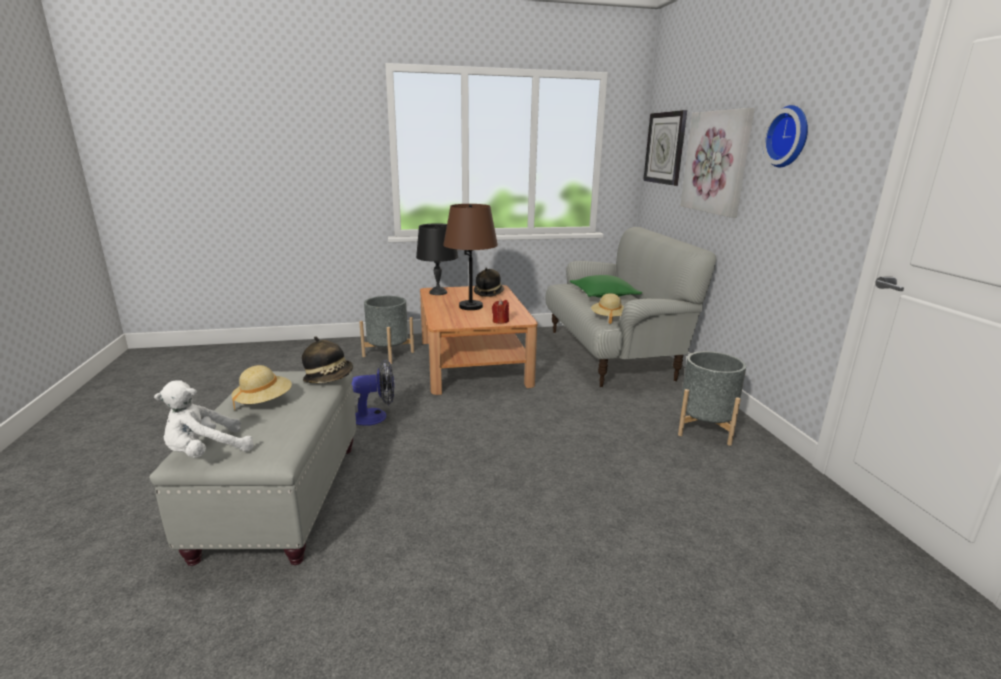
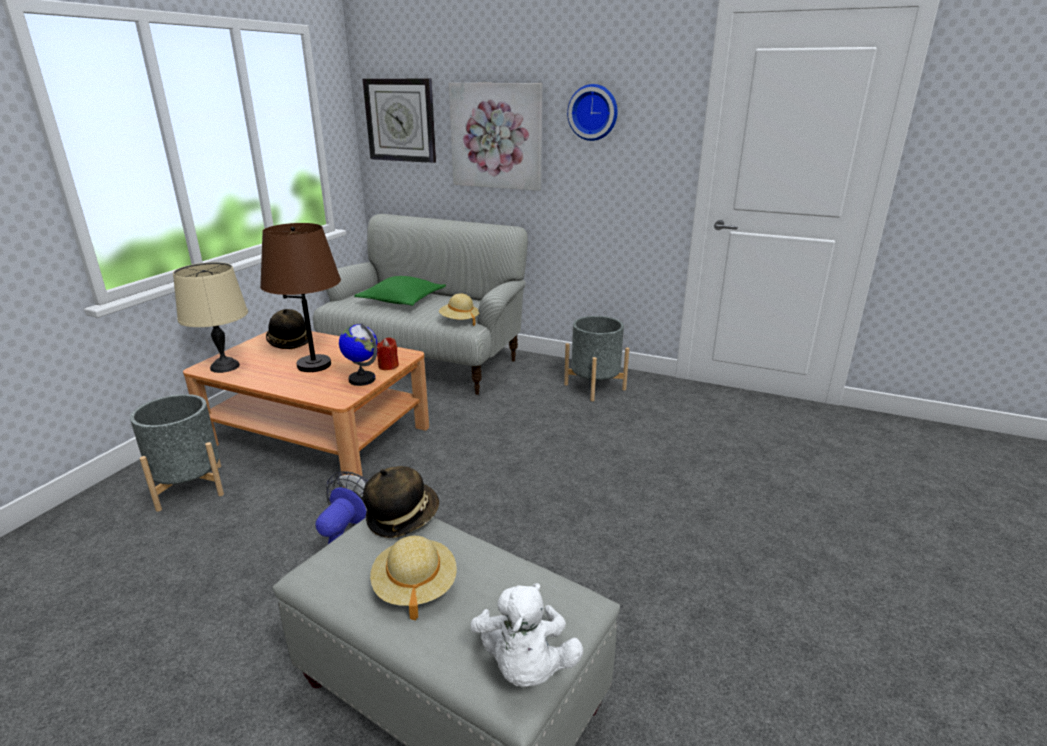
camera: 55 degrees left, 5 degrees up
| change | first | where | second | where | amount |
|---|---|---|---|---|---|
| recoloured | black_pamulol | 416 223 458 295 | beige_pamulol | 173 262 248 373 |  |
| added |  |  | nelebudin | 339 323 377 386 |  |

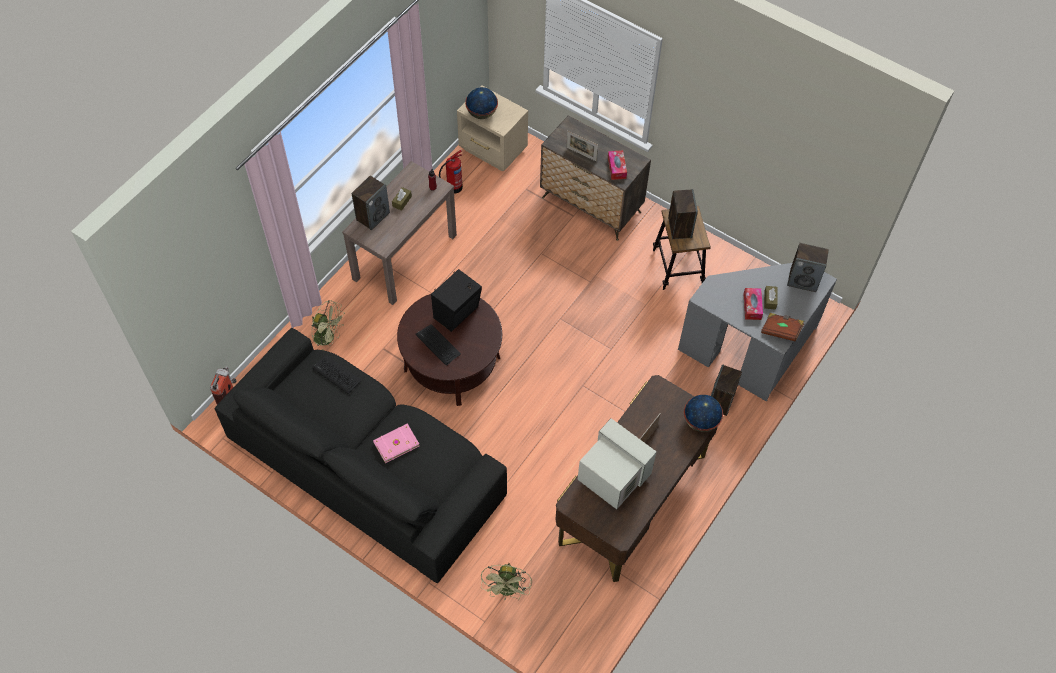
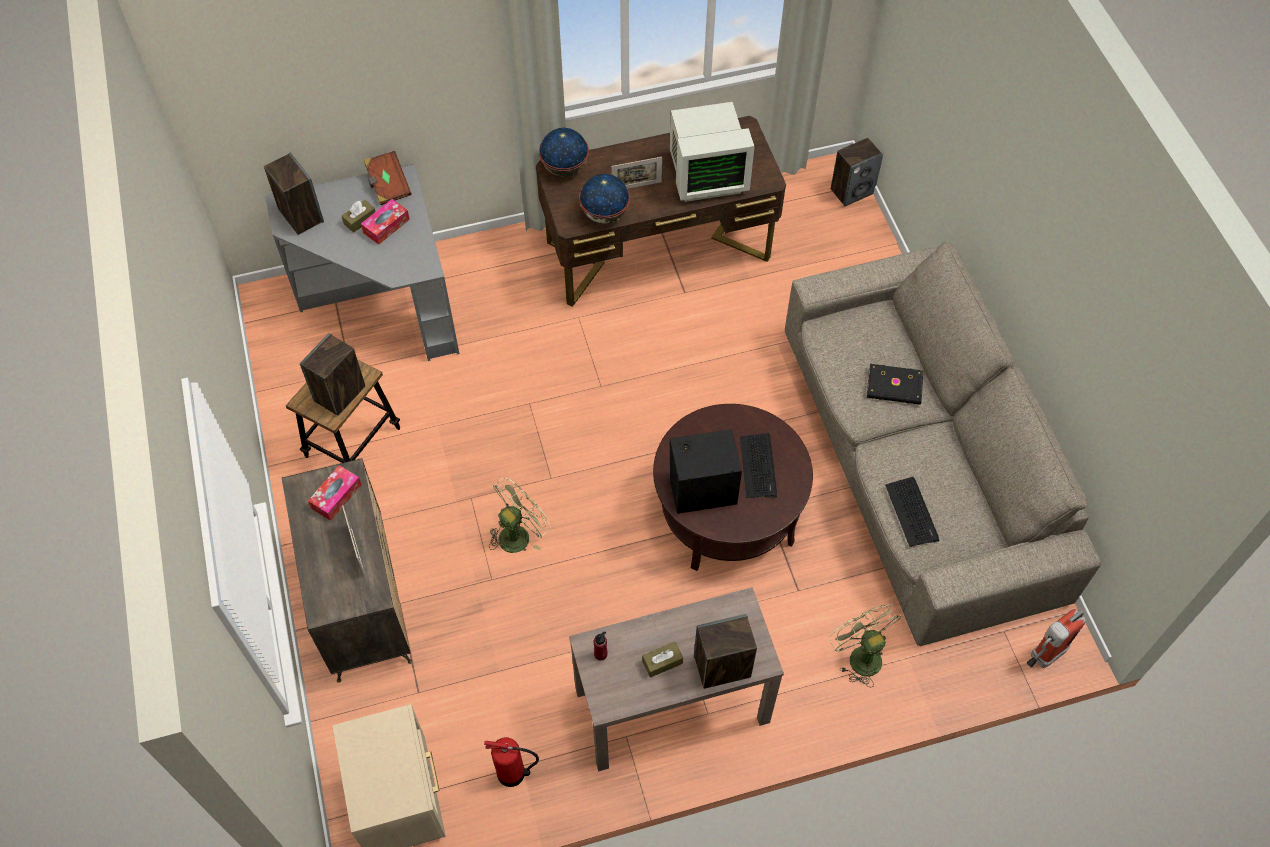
camera: 140 degrees left, 0 degrees up
| change | first | where | second | where | amount |
|---|---|---|---|---|---|
| moved | nelebudin | 465 87 498 119 |  | 579 174 630 223 |  |
| recoloured | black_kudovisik | 214 328 507 583 | beige_kudovisik | 785 242 1101 646 |  |
| moved | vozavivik | 711 364 742 416 |  | 831 138 883 207 |  |
| turned | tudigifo | 577 418 657 509 |  | 669 102 755 202 | 90 degrees counterclockwise |
| recoloured | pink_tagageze | 373 424 419 463 | black_tagageze | 867 364 923 405 |  |
| moved | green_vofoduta | 481 563 532 599 |  | 489 477 551 553 |  |

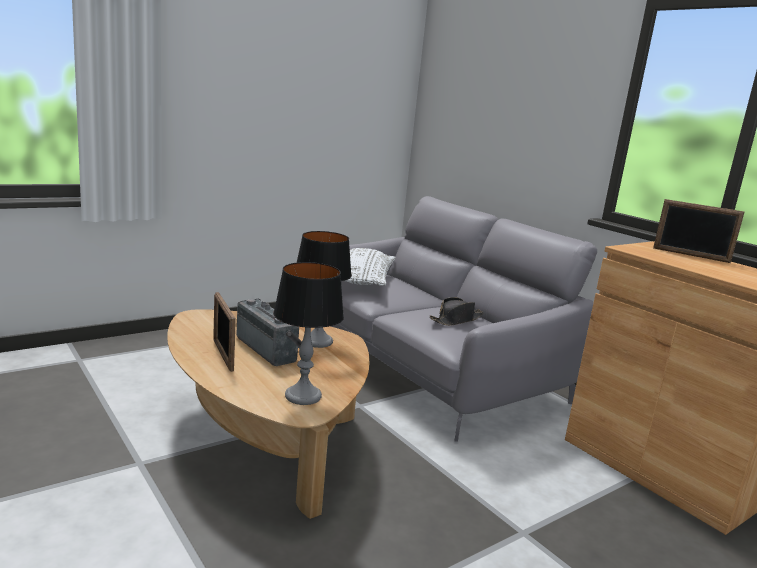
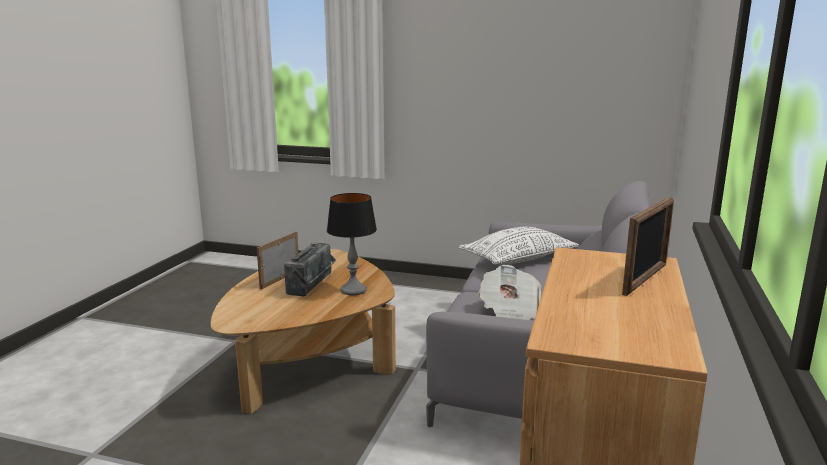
camera: 55 degrees right, 0 degrees up
| change | first | where | second | where | amount |
|---|---|---|---|---|---|
| turned | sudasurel | 653 199 745 263 |  | 622 197 674 296 | 135 degrees counterclockwise |
| removed | pamulol | 273 262 344 405 |  |  |  |
| replaced | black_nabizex | 430 297 483 326 | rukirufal | 478 265 541 320 |  |

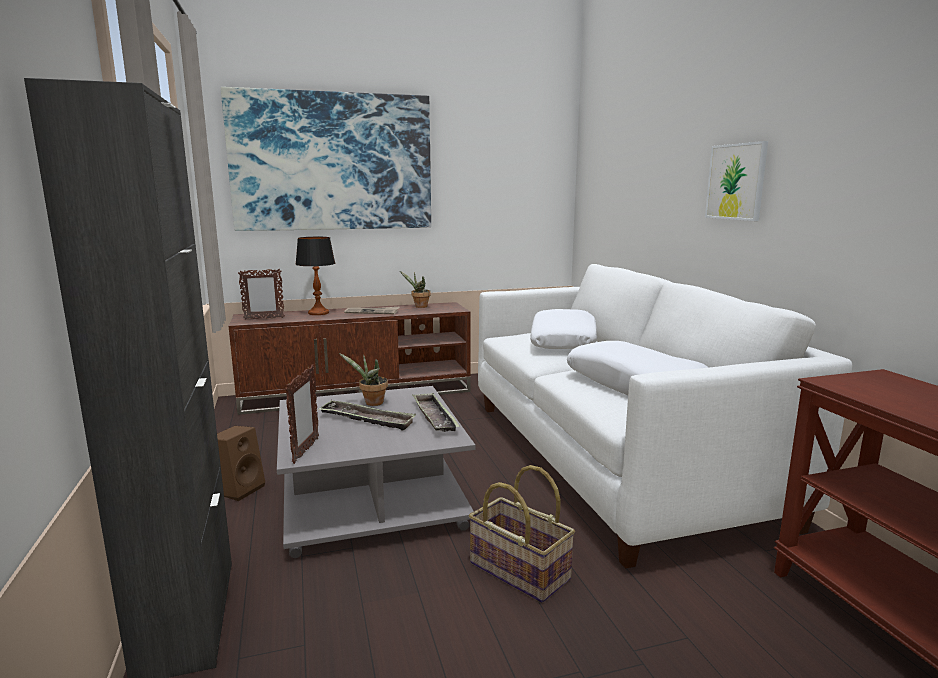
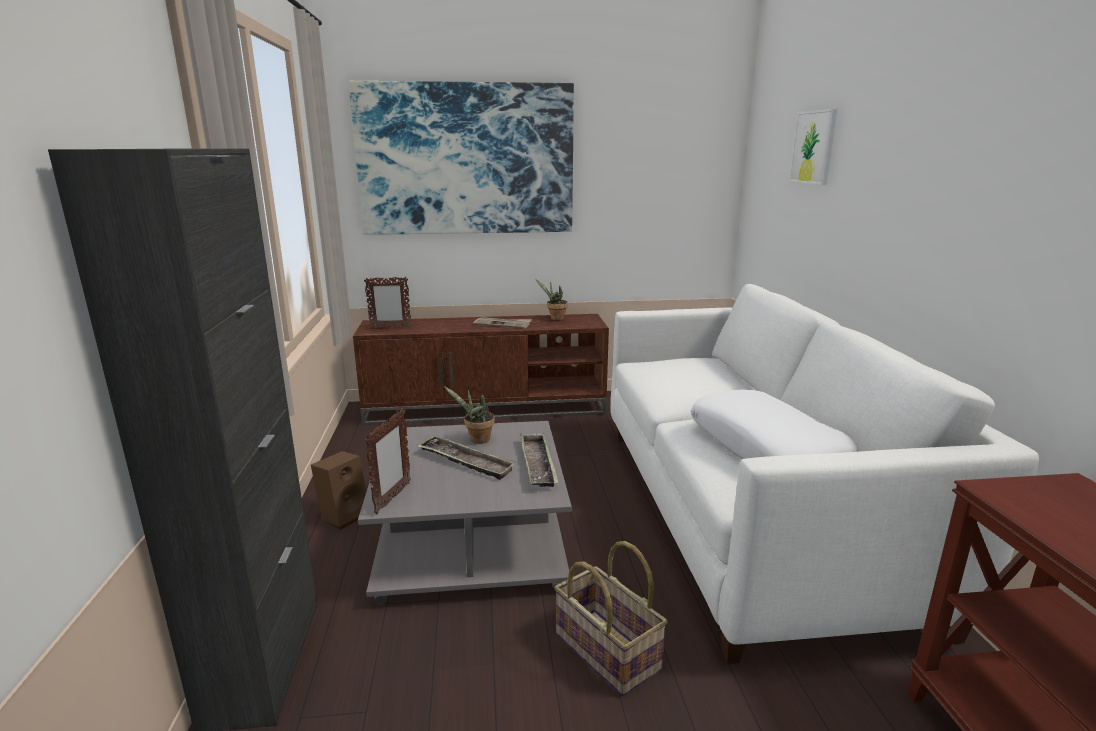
camera: 10 degrees right, 5 degrees up
| change | first | where | second | where | amount |
|---|---|---|---|---|---|
| moved | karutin | 705 141 768 221 |  | 789 109 838 185 |  |
| removed | pamulol | 295 237 335 315 |  |  |  |
| removed | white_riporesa | 530 309 597 349 |  |  |  |

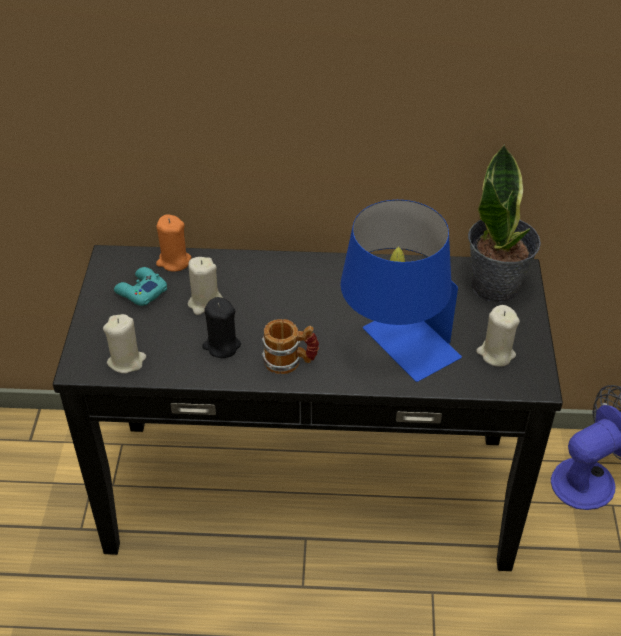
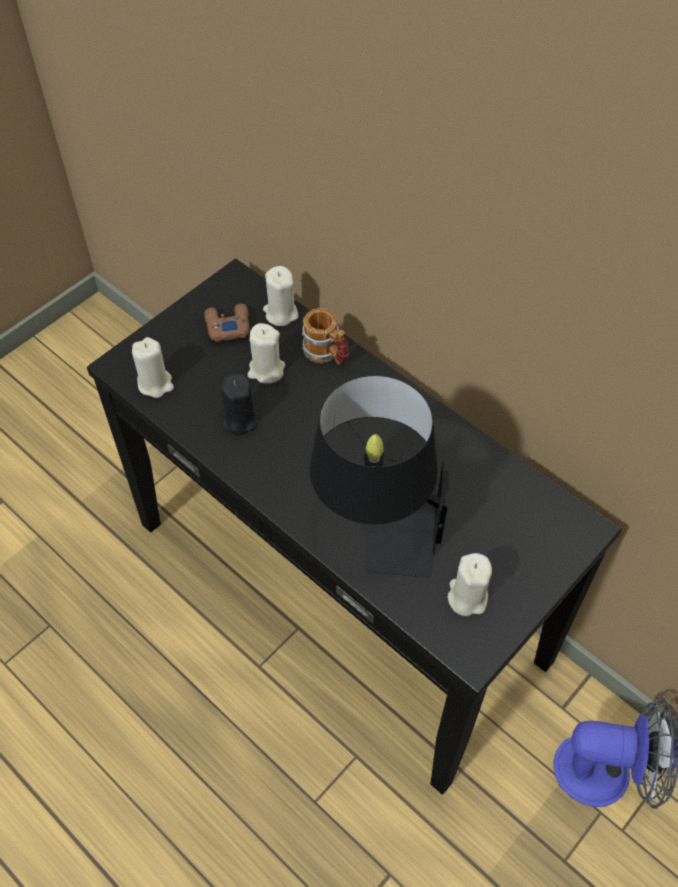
camera: 40 degrees right, 10 degrees up
| change | first | where | second | where | amount |
|---|---|---|---|---|---|
| removed | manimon | 468 144 541 302 |  |  |  |
| recoloured | blue_pamulol | 341 200 462 382 | black_pamulol | 309 375 449 578 |  |
| recoloured | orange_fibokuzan | 156 214 191 271 | beige_fibokuzan | 263 266 298 326 |  |
| recoloured | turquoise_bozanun | 114 267 167 306 | brown_bozanun | 204 304 250 342 |  |
| moved | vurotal | 262 319 319 374 |  | 302 308 349 365 |  |

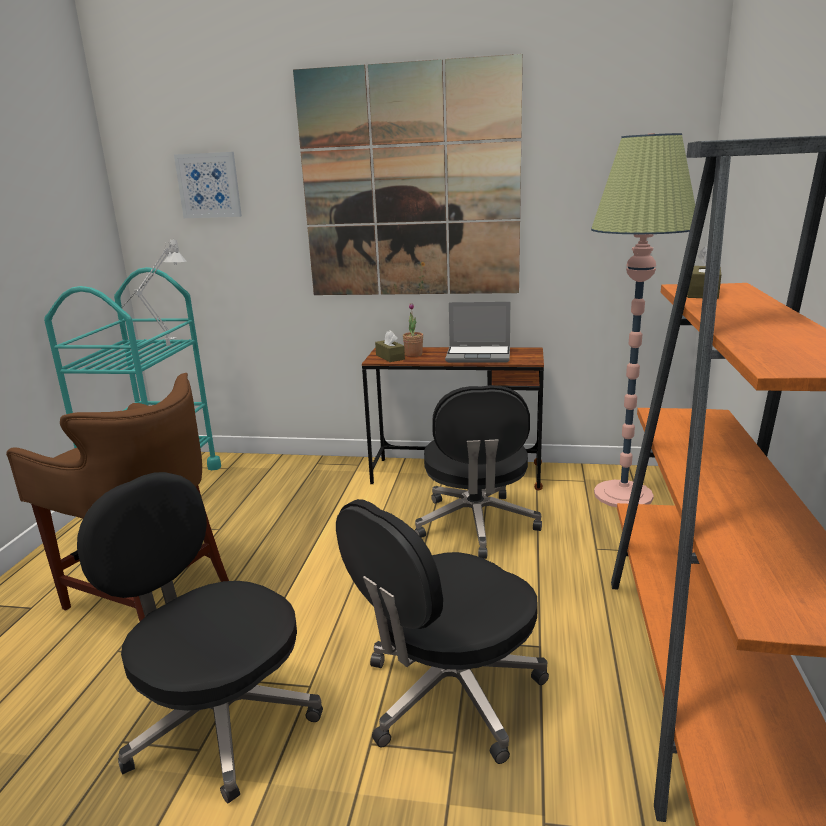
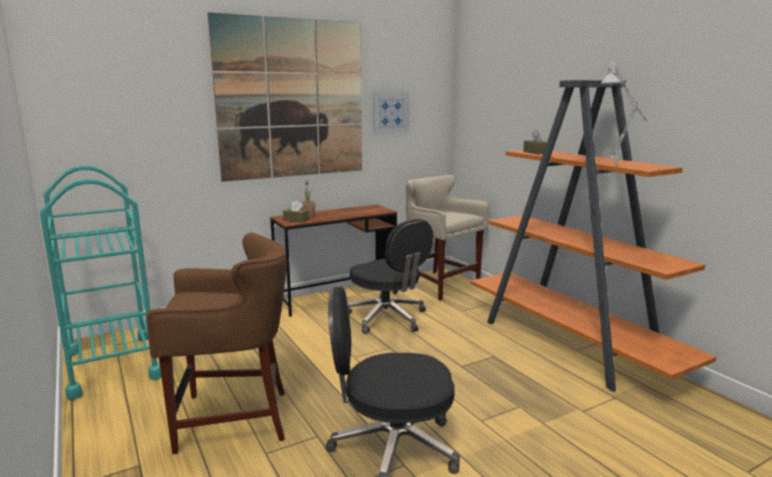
camera: 40 degrees left, 5 degrees down
| change | first | where | second | where | amount |
|---|---|---|---|---|---|
| replaced | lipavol | 591 133 695 507 | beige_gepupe | 406 175 489 301 |  |
| moved | karutin | 174 152 242 218 |  | 373 92 409 134 |  |
| moved | grey_pamulol | 122 239 187 346 |  | 600 62 648 164 |  |
| removed | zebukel | 445 302 510 362 |  |  |  |
| removed | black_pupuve | 336 499 549 764 |  |  |  |

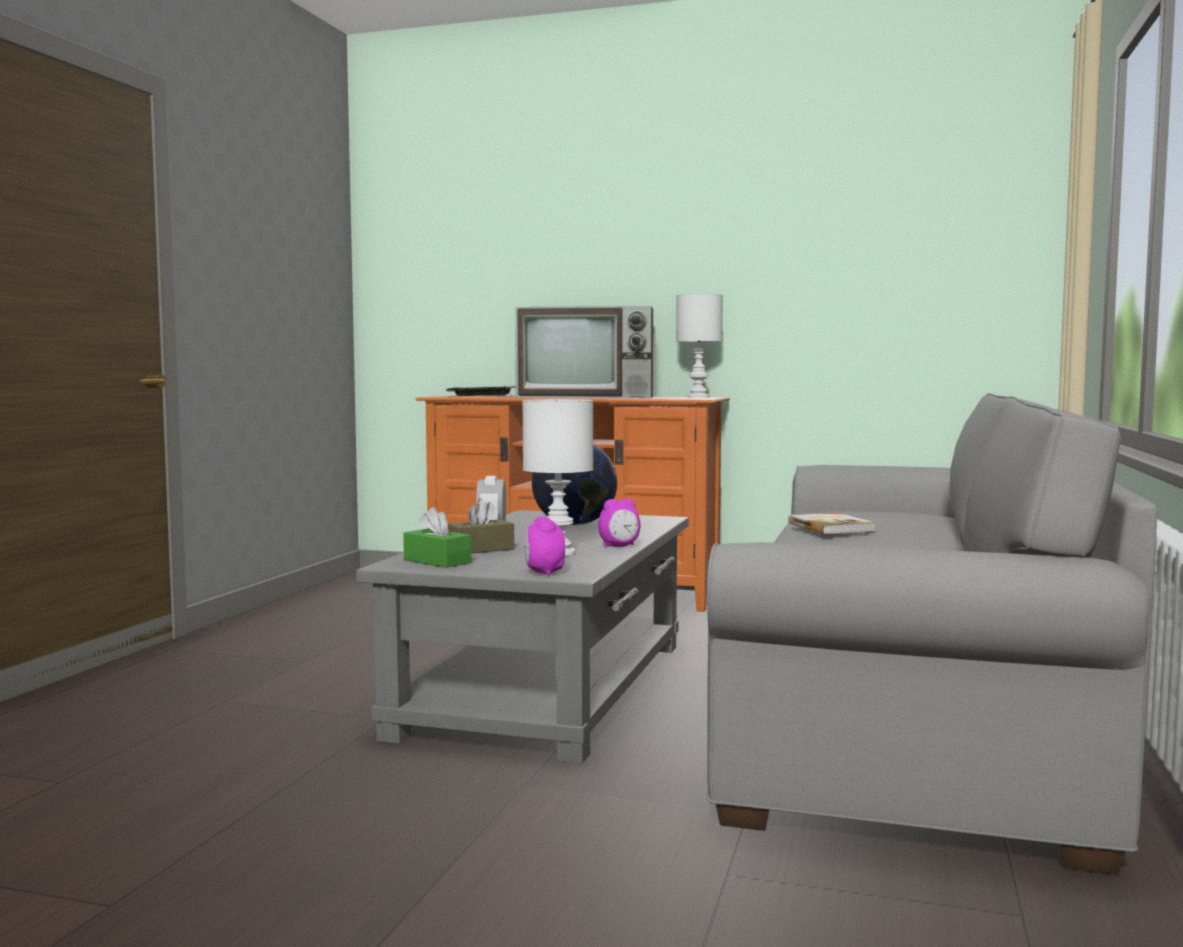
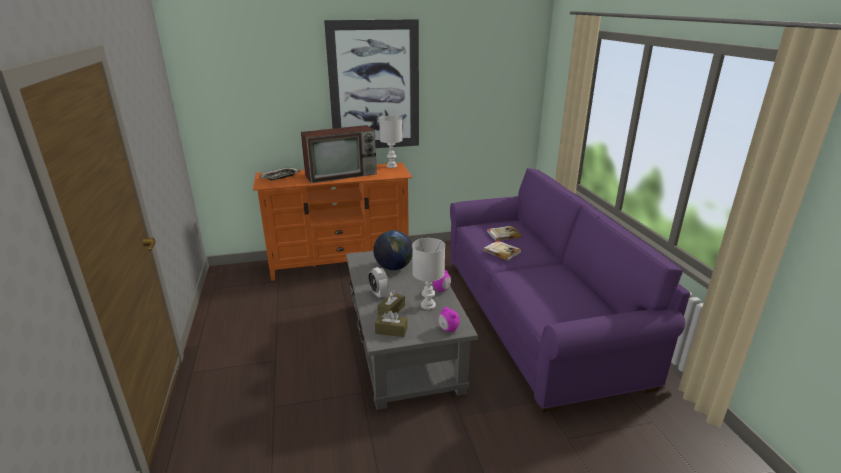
camera: 30 degrees left, 20 degrees up
| change | first | where | second | where | amount |
|---|---|---|---|---|---|
| recoloured | grey_kudovisik | 706 393 1158 875 | purple_kudovisik | 450 168 690 412 |  |
| recoloured | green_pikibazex | 403 507 471 568 | brown_pikibazex | 375 310 407 337 |  |
| added |  |  | karutin | 324 19 419 148 |  |
| added |  |  | tagageze | 487 226 522 241 |  |

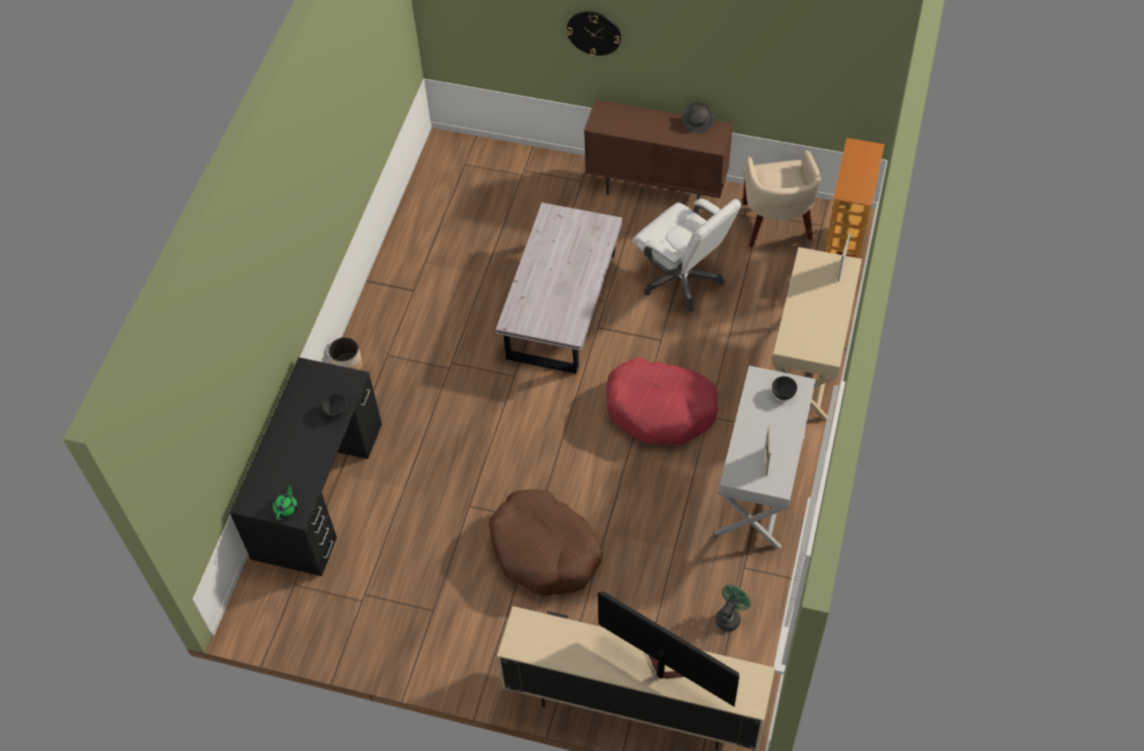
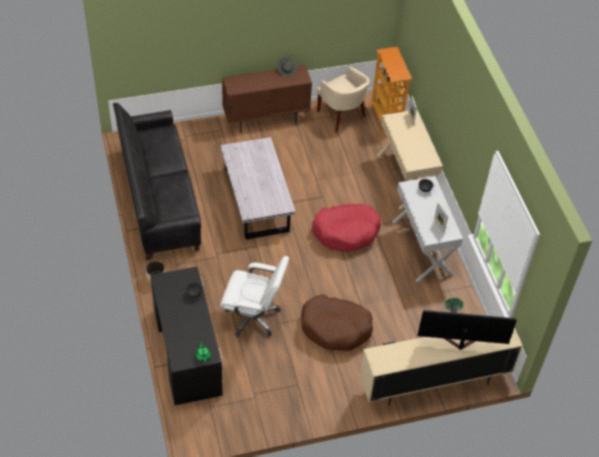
camera: 35 degrees left, 5 degrees down
| change | first | where | second | where | amount |
|---|---|---|---|---|---|
| removed | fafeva | 566 11 621 56 |  |  |  |
| moved | white_pupuve | 632 199 741 312 |  | 220 256 289 337 |  |
| added |  |  | black_kudovisik | 113 103 201 260 |  |

